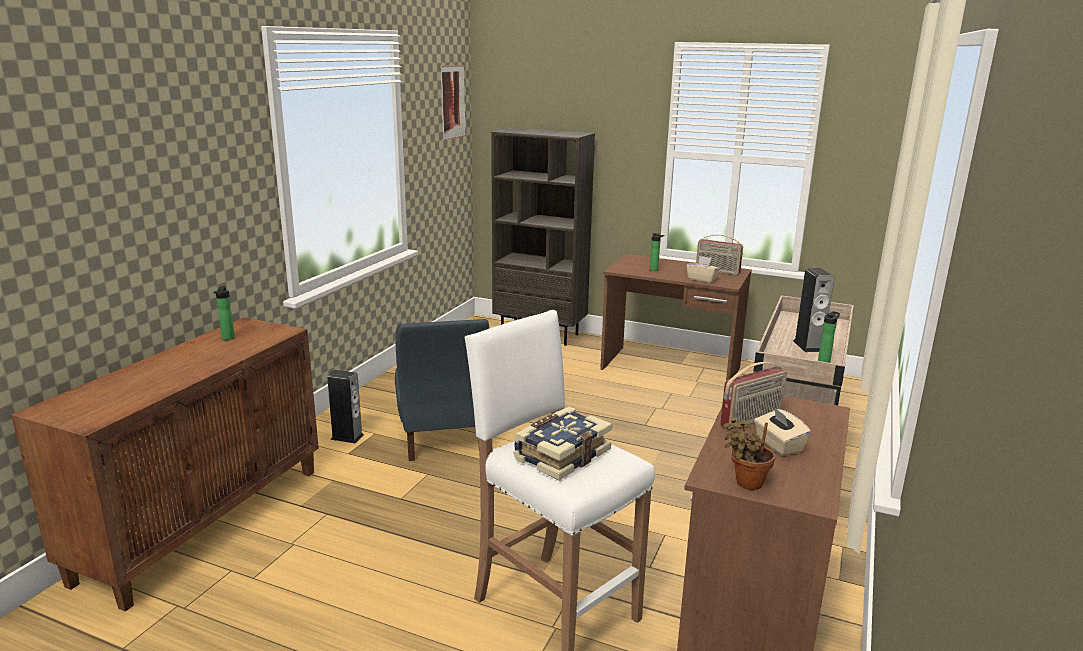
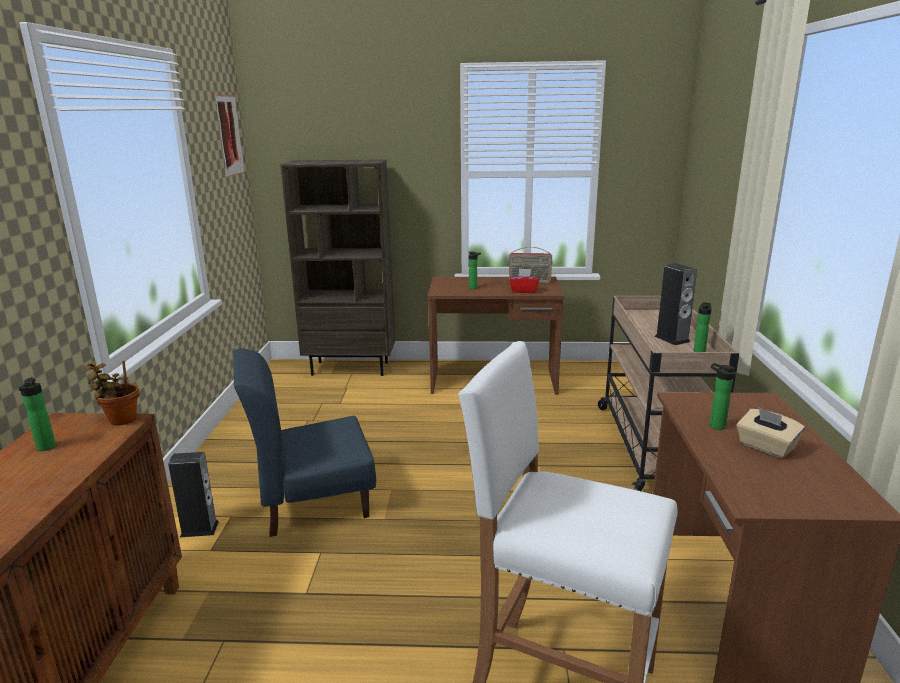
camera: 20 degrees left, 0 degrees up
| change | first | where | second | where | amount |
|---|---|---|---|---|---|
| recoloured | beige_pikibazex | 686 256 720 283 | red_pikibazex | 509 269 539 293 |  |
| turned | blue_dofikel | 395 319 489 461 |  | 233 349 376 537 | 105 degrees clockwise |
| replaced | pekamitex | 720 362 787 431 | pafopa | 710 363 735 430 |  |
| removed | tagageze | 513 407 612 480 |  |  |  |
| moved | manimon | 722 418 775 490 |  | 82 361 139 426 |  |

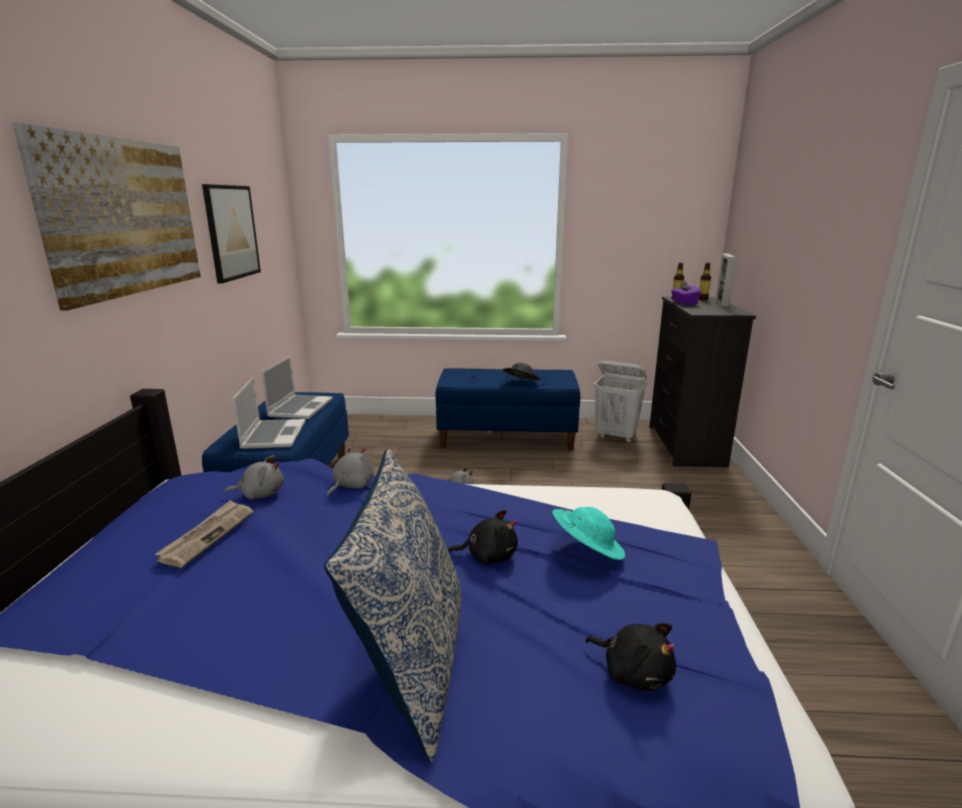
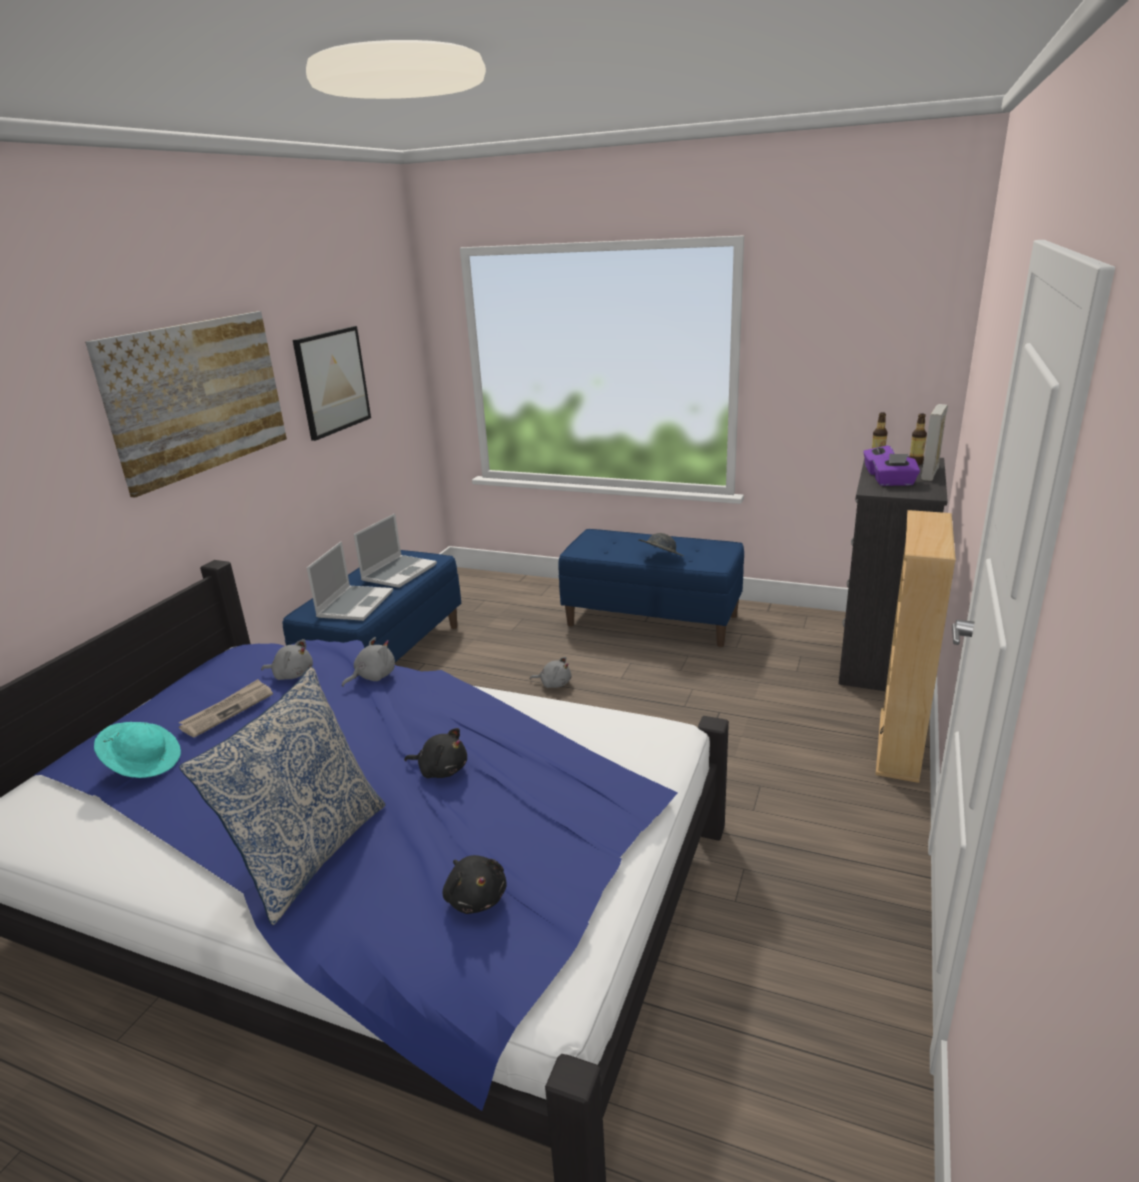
camera: 20 degrees right, 5 degrees up
| change | first | where | second | where | amount |
|---|---|---|---|---|---|
| removed | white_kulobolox | 594 360 647 443 |  |  |  |
| moved | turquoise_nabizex | 552 507 625 560 |  | 94 722 181 778 |  |
| added |  |  | purple_pikibazex | 873 454 920 486 |  |
| added |  |  | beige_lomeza | 875 510 956 783 |  |

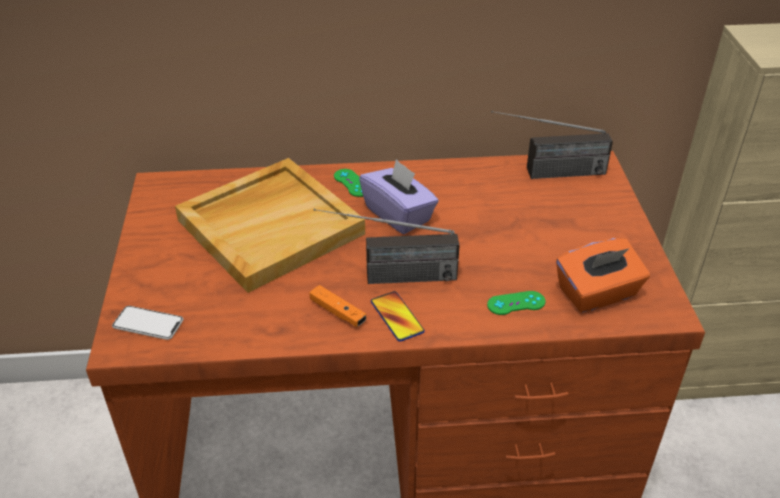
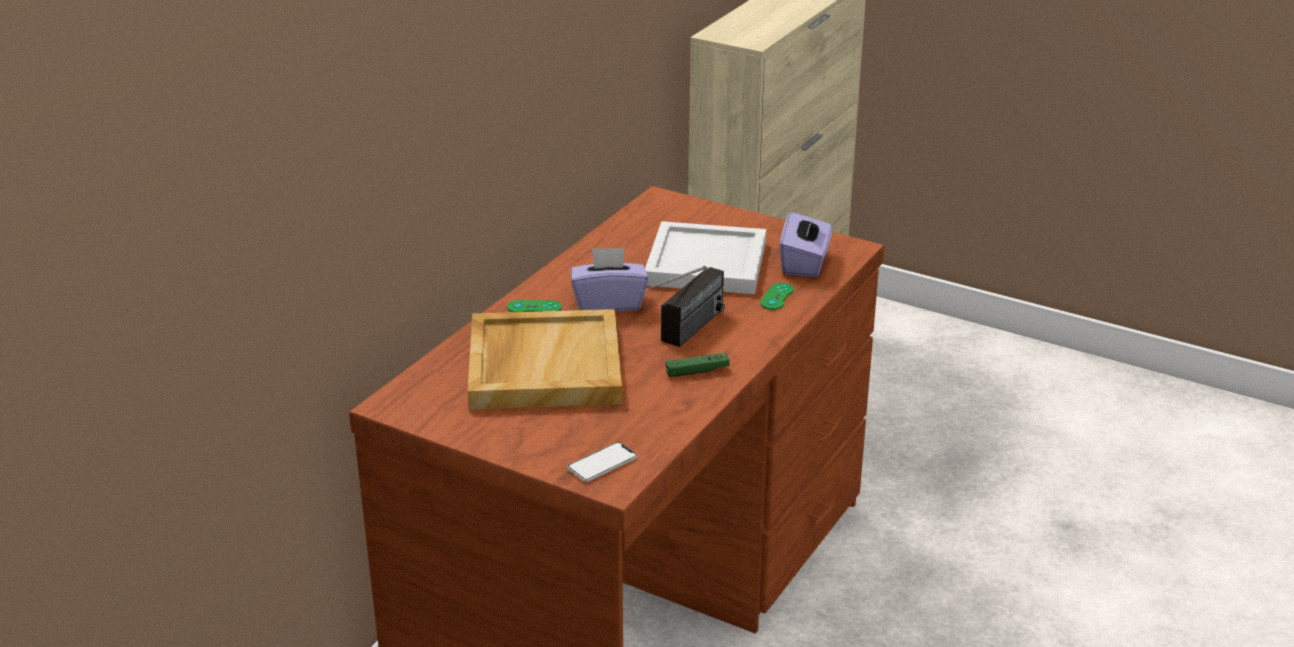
camera: 55 degrees left, 10 degrees down
| change | first | where | second | where | amount |
|---|---|---|---|---|---|
| removed | pekamitex | 491 111 613 179 |  |  |  |
| recoloured | orange_pikibazex | 556 238 650 313 | purple_pikibazex | 780 211 832 277 |  |
| recoloured | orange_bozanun | 310 285 367 327 | green_bozanun | 666 353 729 377 |  |
| removed | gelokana | 371 291 425 342 |  |  |  |
| added |  |  | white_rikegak | 645 221 766 294 |  |

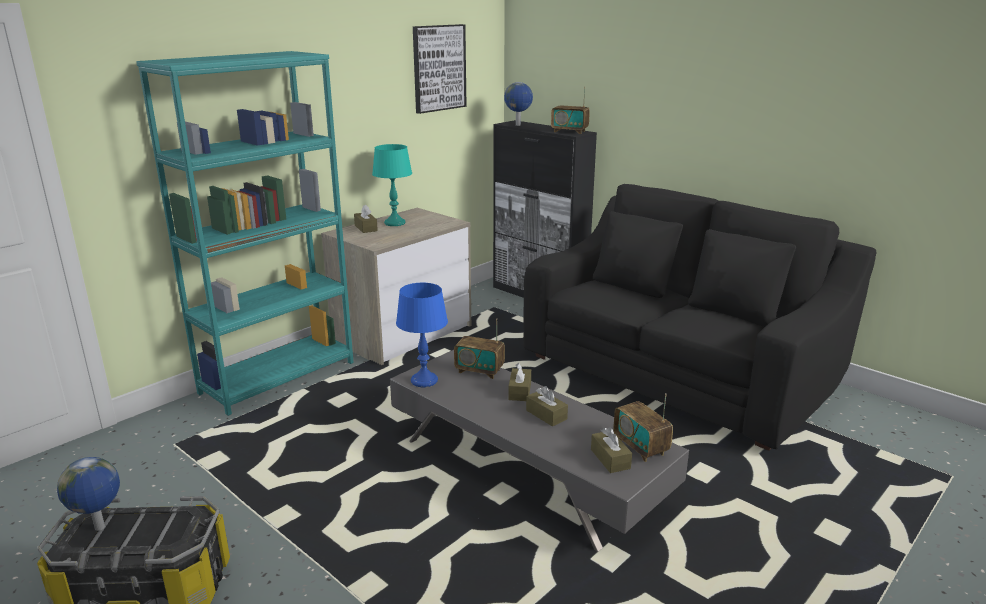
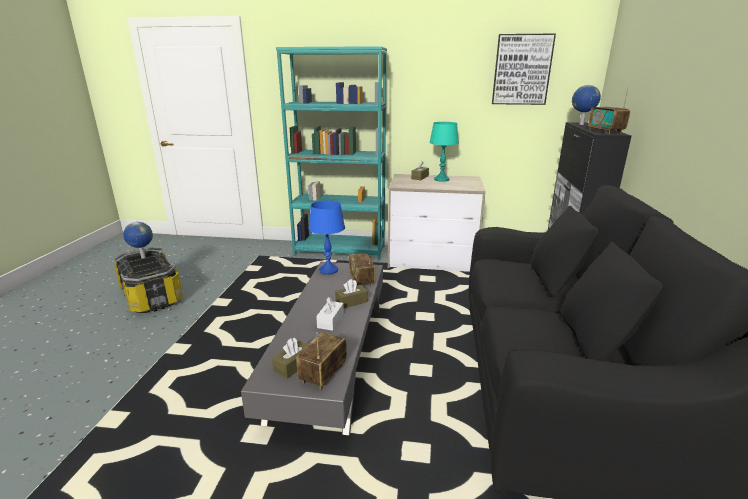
camera: 55 degrees right, 0 degrees up
| change | first | where | second | where | amount |
|---|---|---|---|---|---|
| recoloured | brown_pikibazex | 526 386 568 427 | white_pikibazex | 316 297 344 331 |  |

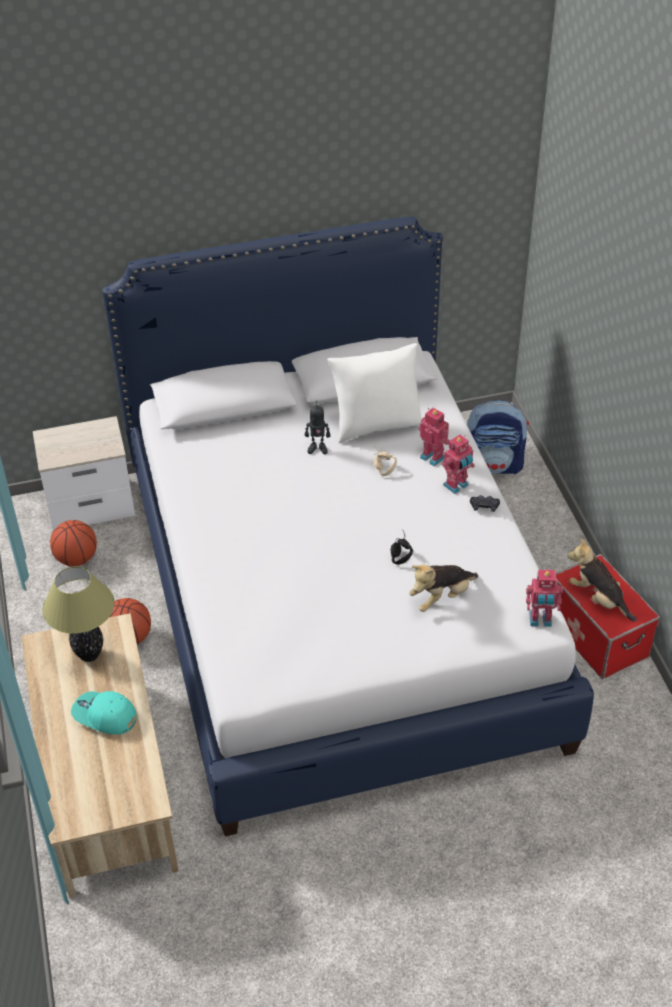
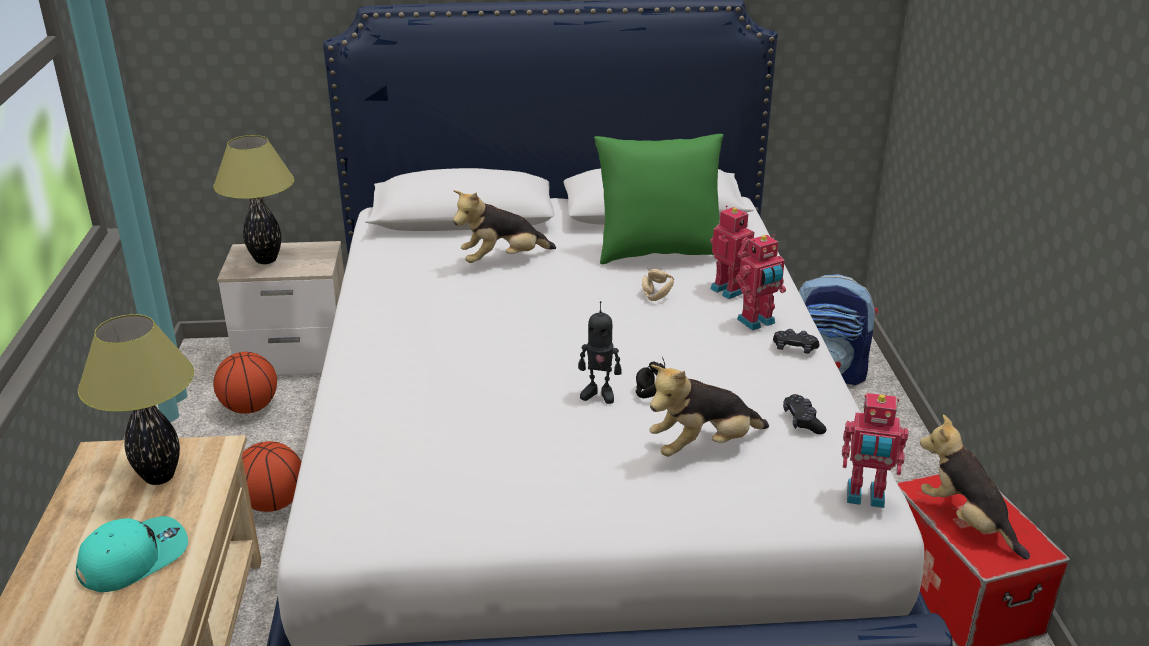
camera: 10 degrees right, 15 degrees down
| change | first | where | second | where | amount |
|---|---|---|---|---|---|
| recoloured | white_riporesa | 327 343 422 443 | green_riporesa | 594 134 723 264 |  |
| moved | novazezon | 305 401 330 454 |  | 578 301 622 404 |  |
| turned | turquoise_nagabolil | 71 691 136 735 |  | 76 516 188 592 | 105 degrees clockwise |
| added |  |  | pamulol | 213 135 294 264 |  |
| added |  |  | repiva | 453 190 556 263 |  |
| added |  |  | black_bozanun | 783 394 826 434 |  |

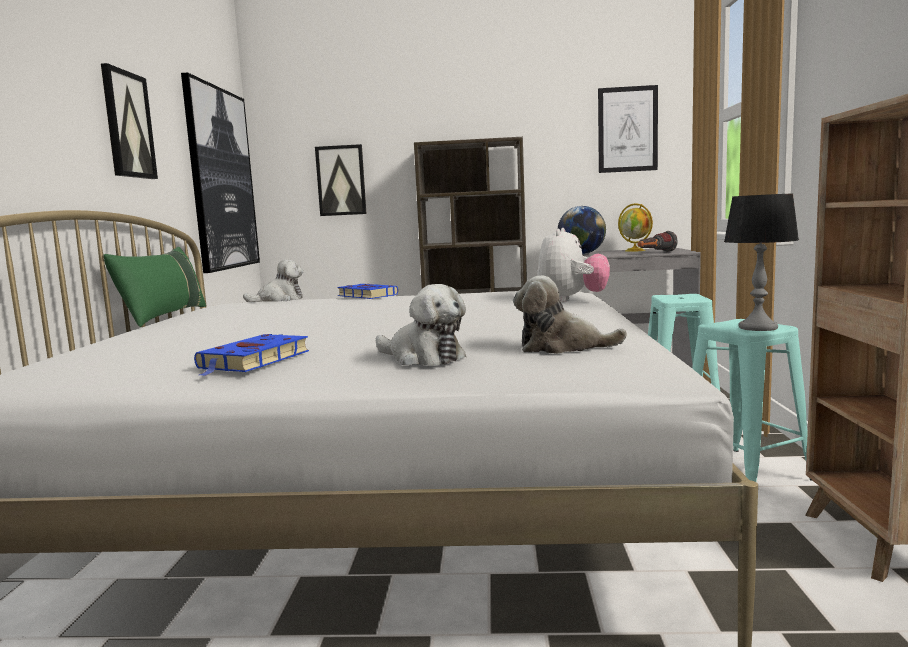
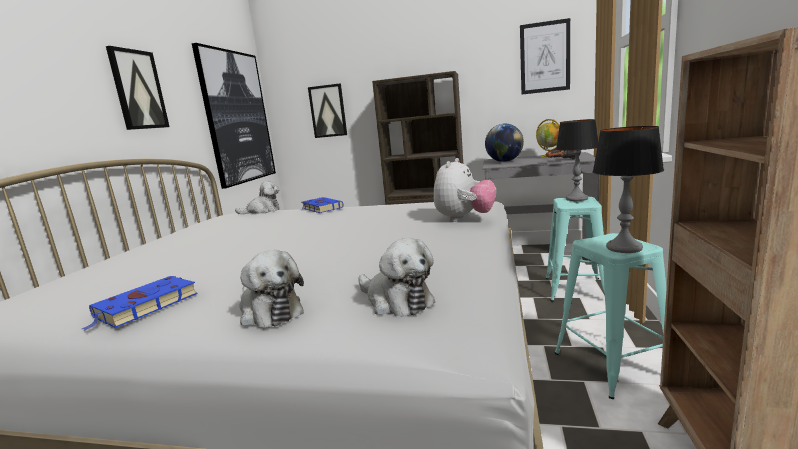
camera: 10 degrees right, 5 degrees up
| change | first | where | second | where | amount |
|---|---|---|---|---|---|
| removed | green_riporesa | 103 247 206 327 |  |  |  |
| turned | repiva | 513 276 627 354 |  | 358 238 435 317 | 150 degrees counterclockwise |
| added |  |  | pamulol | 556 119 598 201 |  |

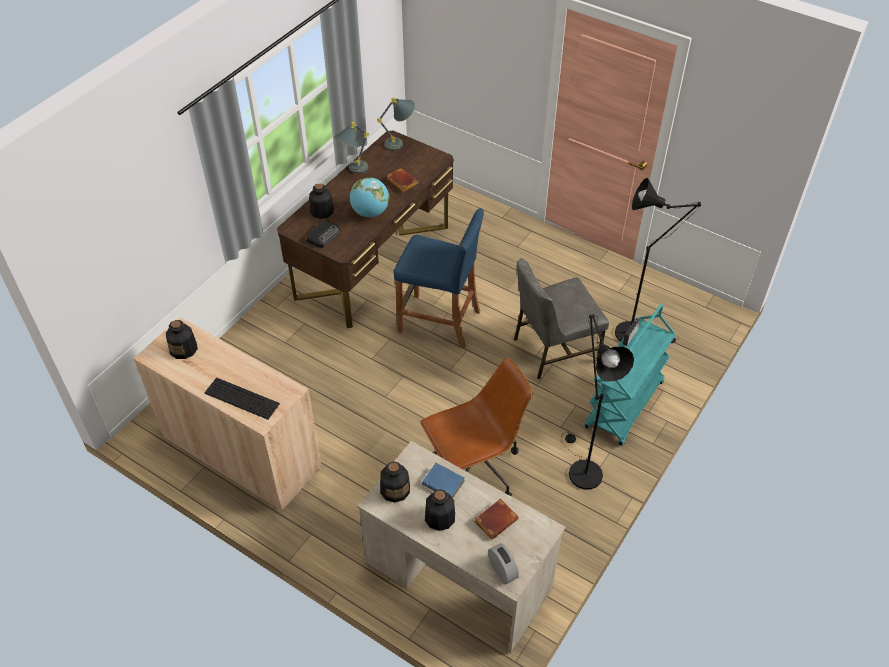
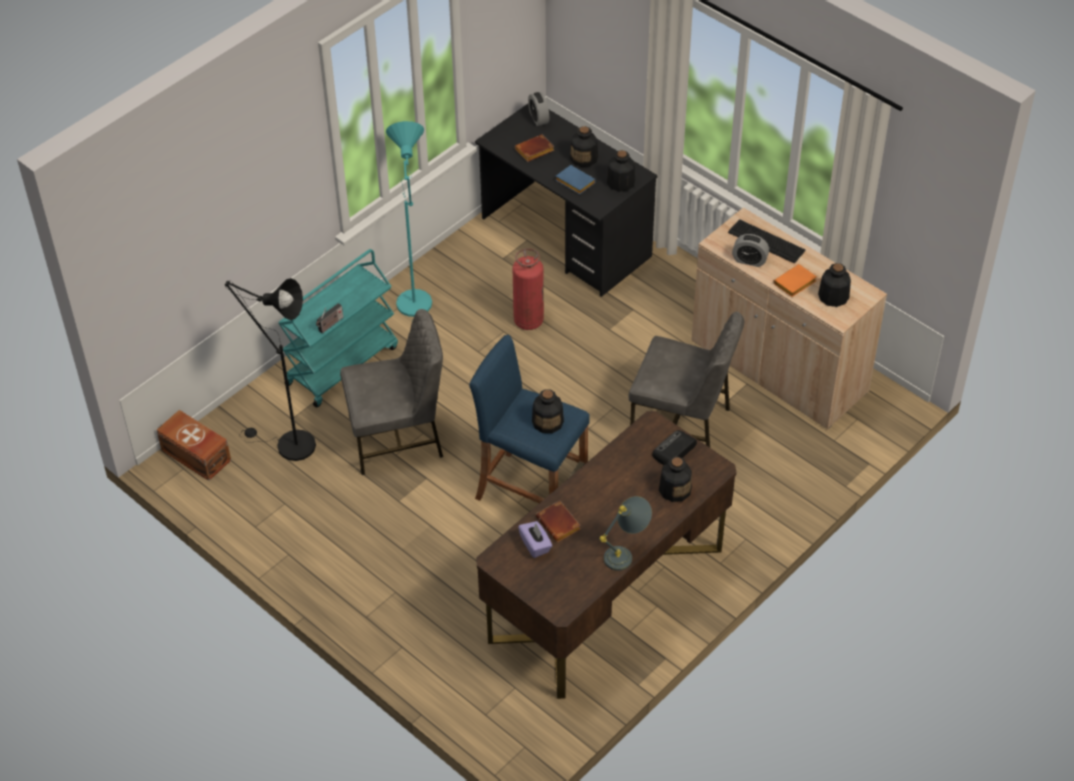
camera: 170 degrees left, 0 degrees up
| change | first | where | second | where | amount |
|---|---|---|---|---|---|
| removed | grey_pamulol | 377 97 415 151 |  |  |  |
| removed | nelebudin | 350 177 389 217 |  |  |  |
| recoloured | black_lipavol | 561 314 634 490 | turquoise_lipavol | 386 121 432 320 |  |
| replaced | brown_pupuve | 420 357 532 496 | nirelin | 512 248 544 330 |  |
| recoloured | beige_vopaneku | 357 441 565 653 | black_vopaneku | 475 104 658 297 |  |
| added |  |  | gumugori | 732 234 769 267 |  |
| added |  |  | orange_tagageze | 773 264 817 297 |  |
| added |  |  | grey_dofikel | 628 311 744 447 |  |
| added |  |  | pafopa | 532 389 564 433 |  |
| added |  |  | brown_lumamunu | 157 410 231 481 |  |
| added |  |  | purple_pikibazex | 518 521 552 558 |  |

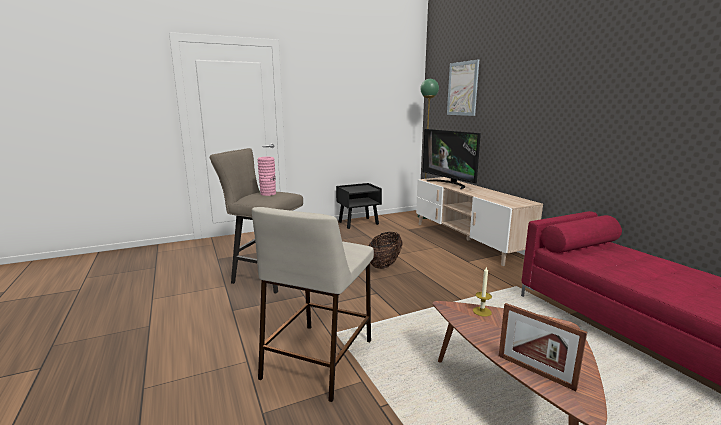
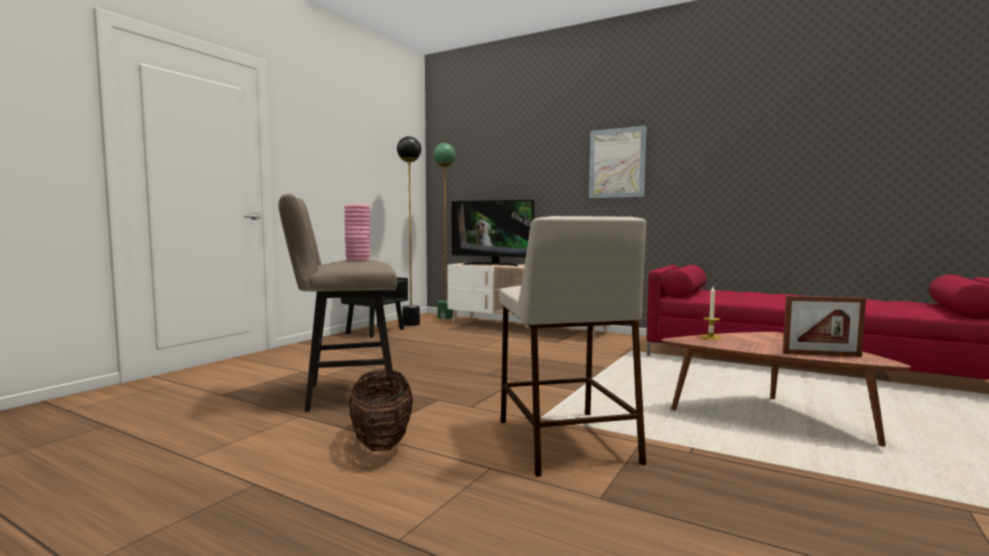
camera: 35 degrees left, 10 degrees down
| change | first | where | second | where | amount |
|---|---|---|---|---|---|
| moved | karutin | 447 60 479 116 |  | 589 126 647 198 |  |
| moved | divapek | 369 232 403 269 |  | 349 369 413 451 |  |
| added |  |  | black_lipavol | 397 136 421 326 |  |

